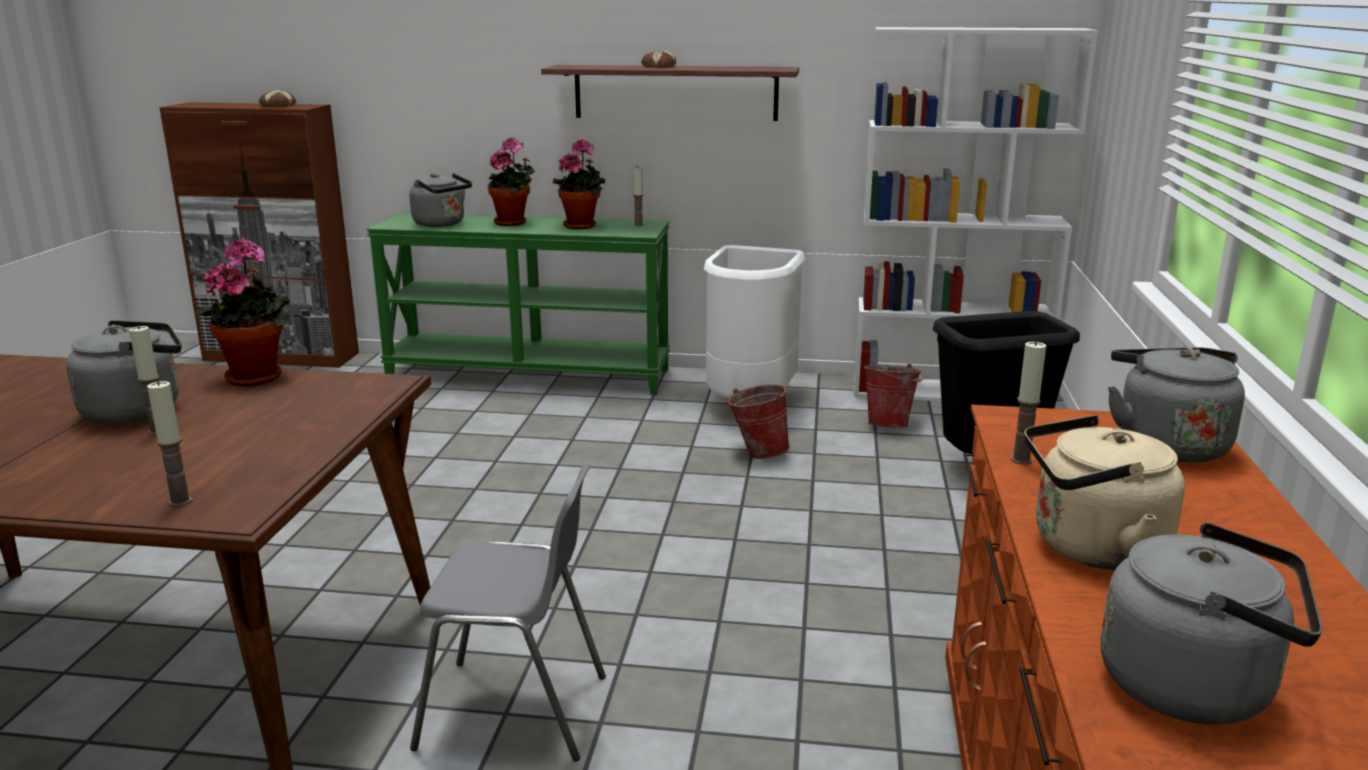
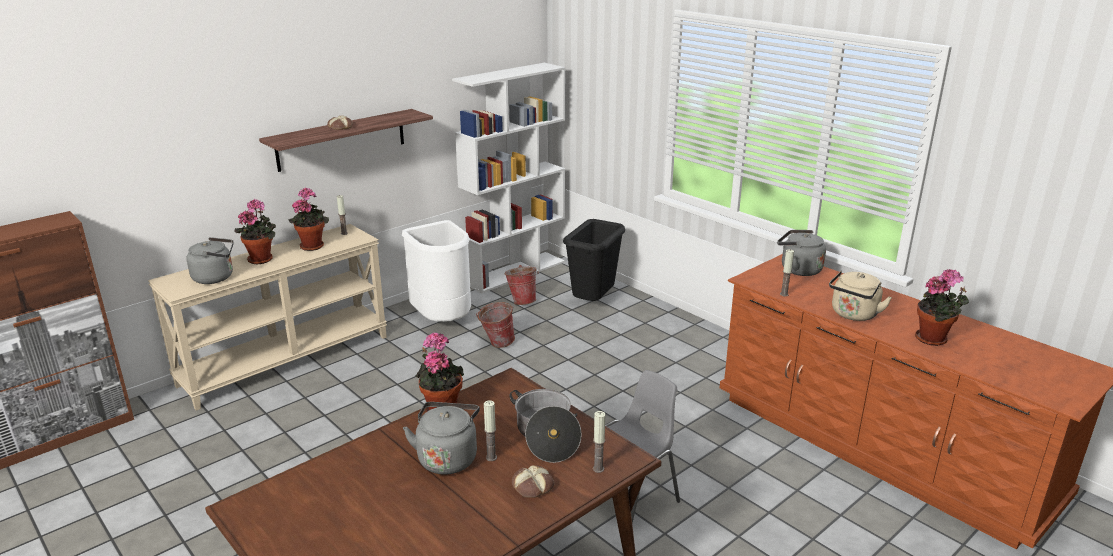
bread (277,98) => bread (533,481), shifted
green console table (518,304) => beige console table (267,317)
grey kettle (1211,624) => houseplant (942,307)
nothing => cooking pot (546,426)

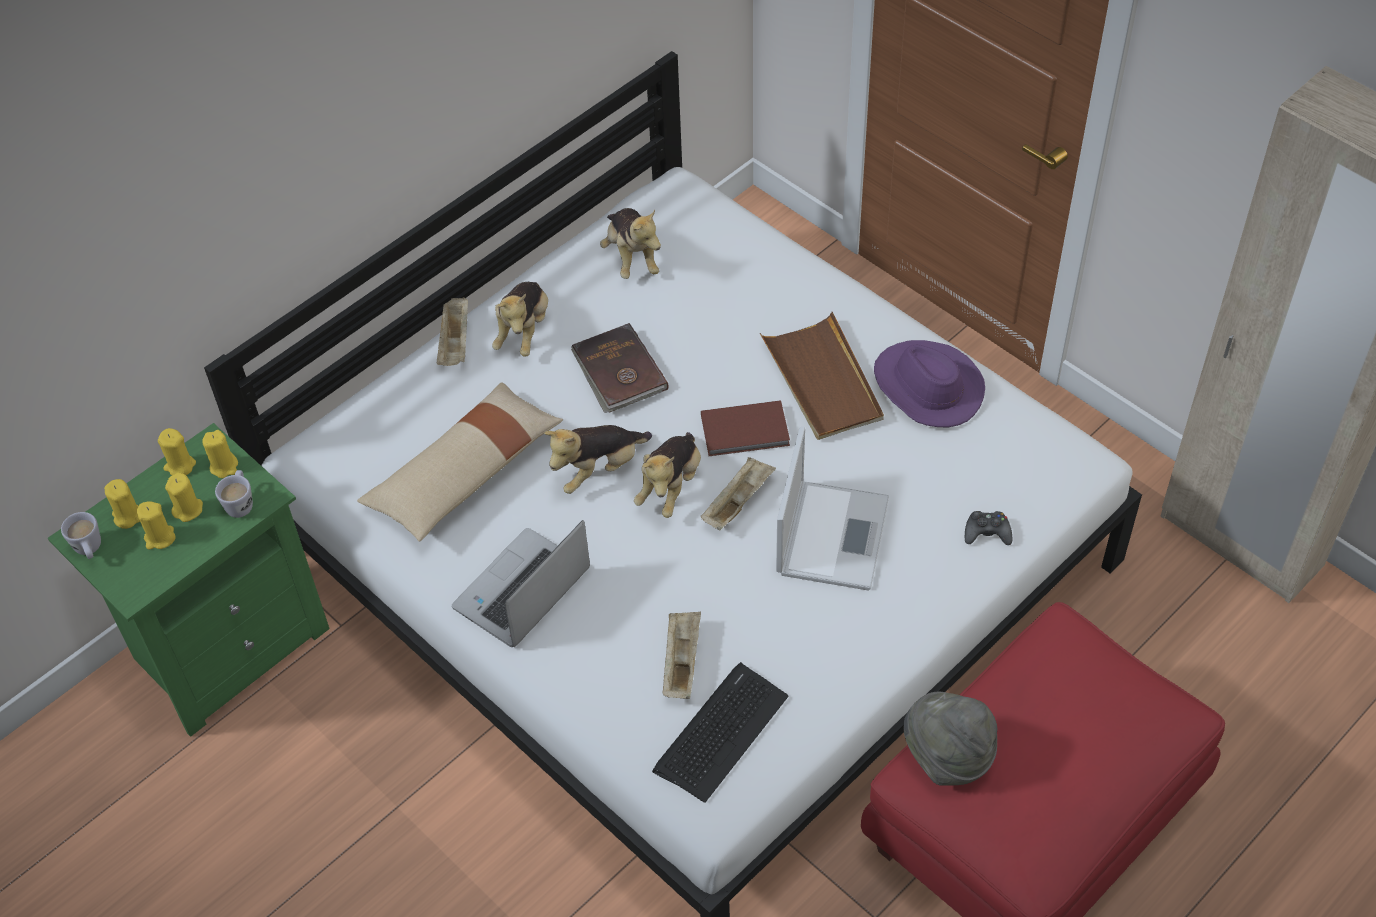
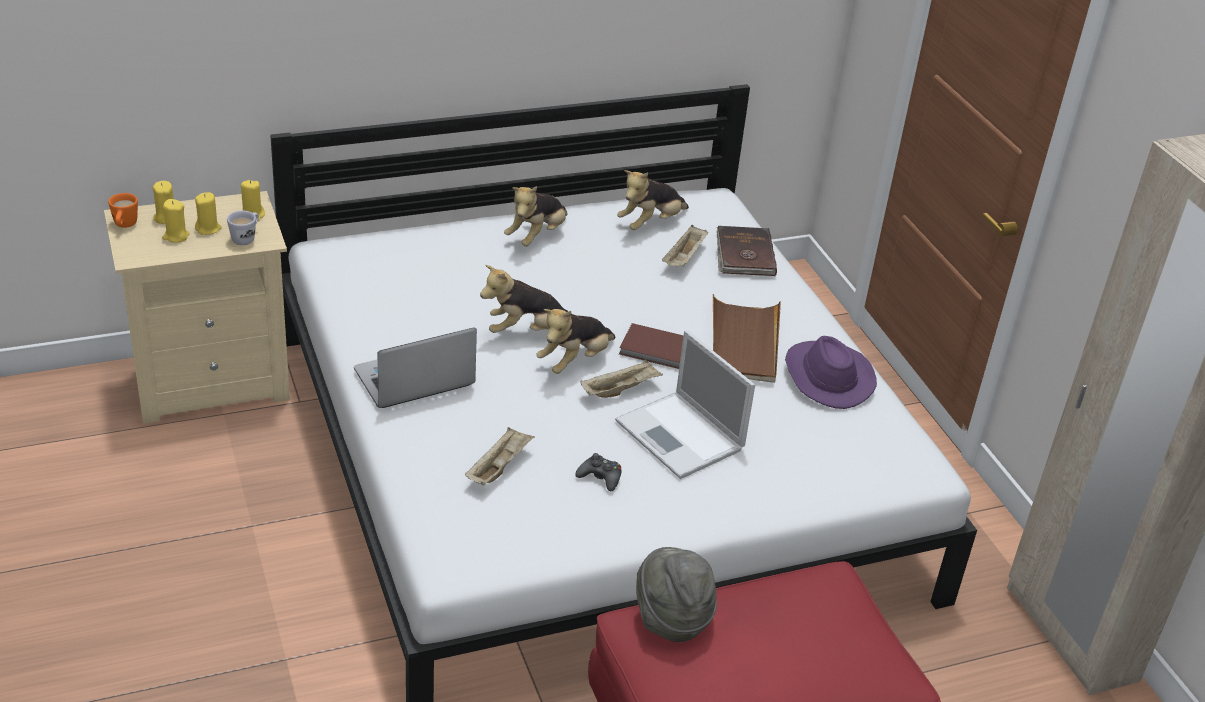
soft toy (630,243) => soft toy (653,200), 45 degrees clockwise
beige carrying tray (452,331) => beige carrying tray (685,246), shifted
brown-coloured volume (620,368) => brown-coloured volume (747,251), shifted
beige throw pillow (460,462) => nothing
green nightstand (189,580) => beige nightstand (197,307)
portable computer (832,509) => portable computer (685,404), 105 degrees clockwise
yellow wax light (177,451) => nothing
black-coloured game controller (989,528) => black-coloured game controller (598,472), shifted
white-coloured mug (81,535) => orange mug (123,210)
keyboard (720,732) => nothing

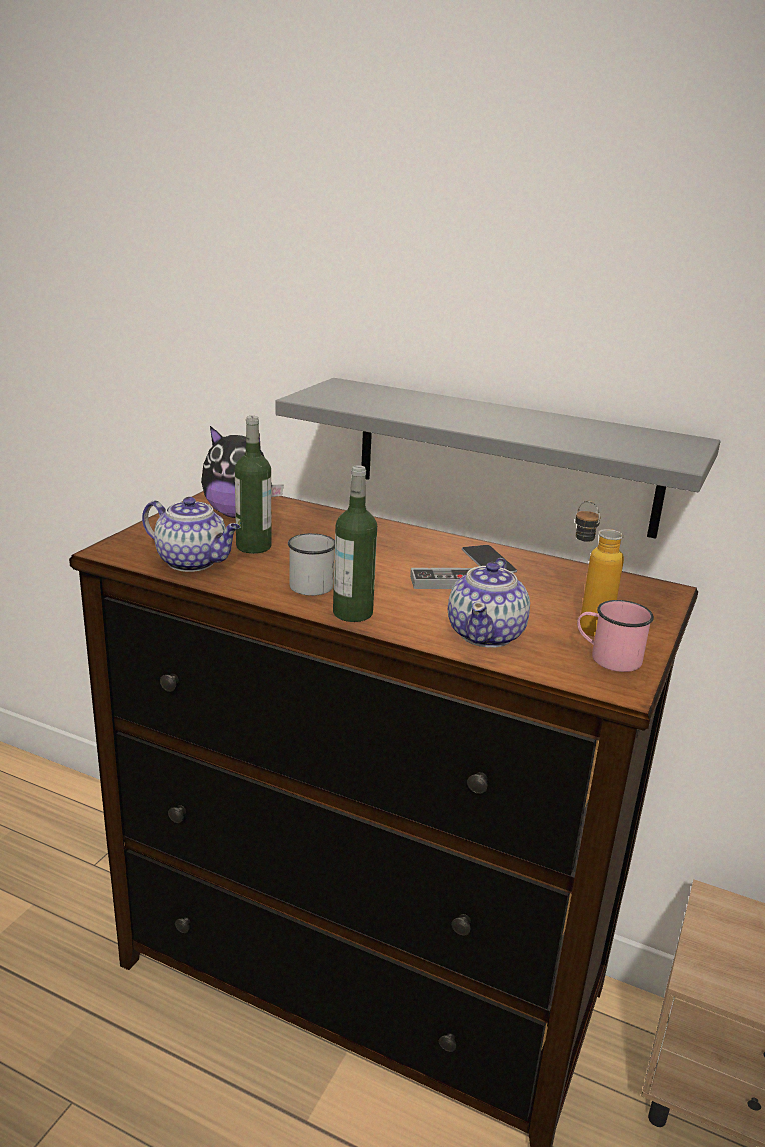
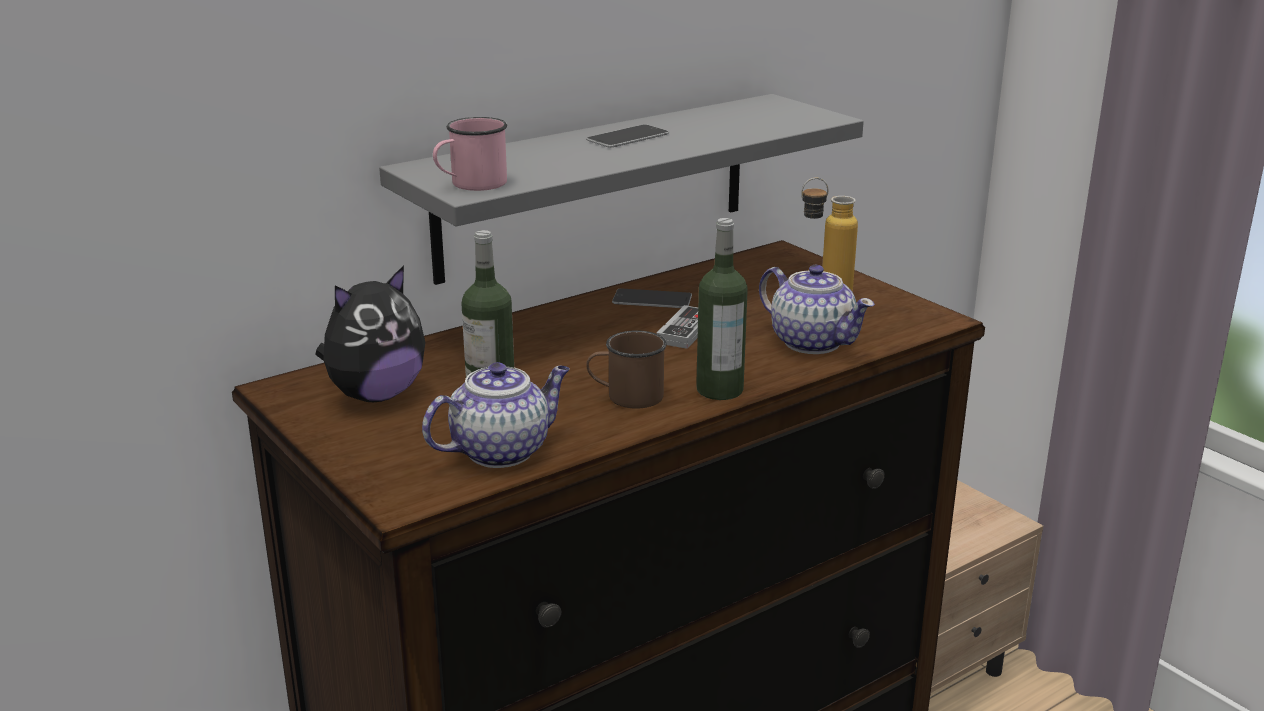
white-coloured mug (311,564) => brown-coloured mug (627,370)
pinkish mug (615,636) => pinkish mug (470,154), shifted
nothing => handset (627,136)

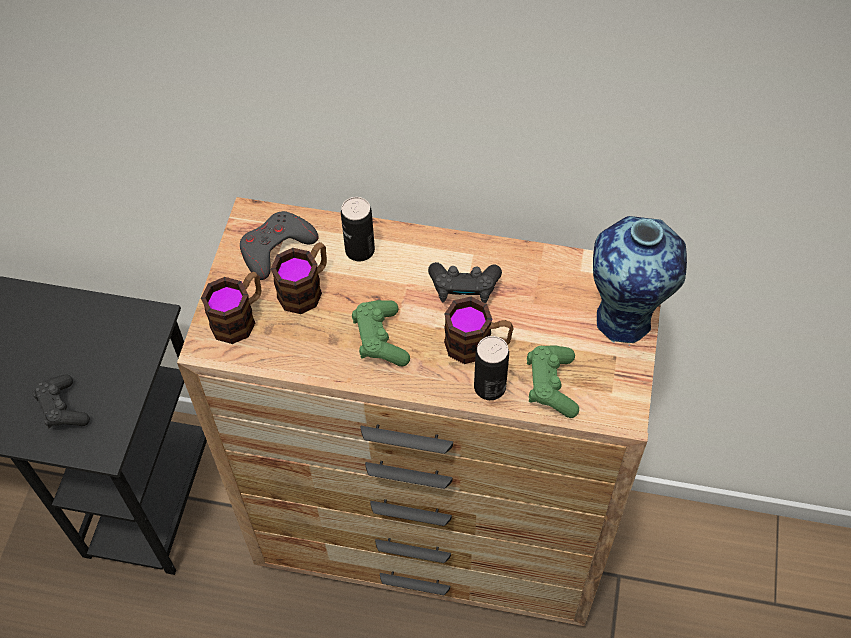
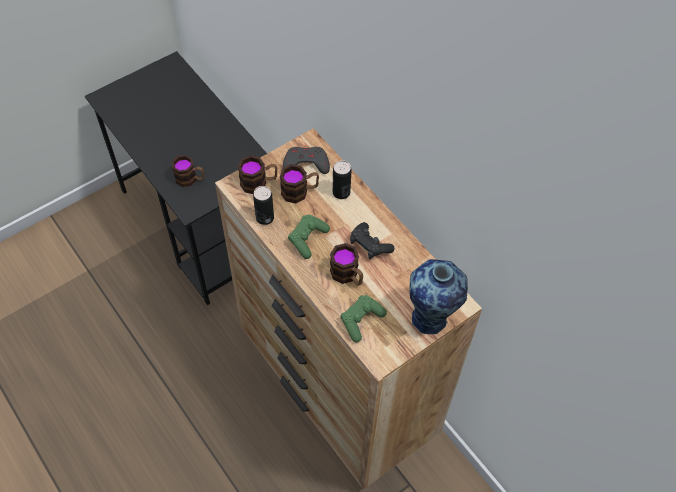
sealed can (491,368) => sealed can (263,205), shifted
black-coloured game controller (61,401) => mug (188,171)

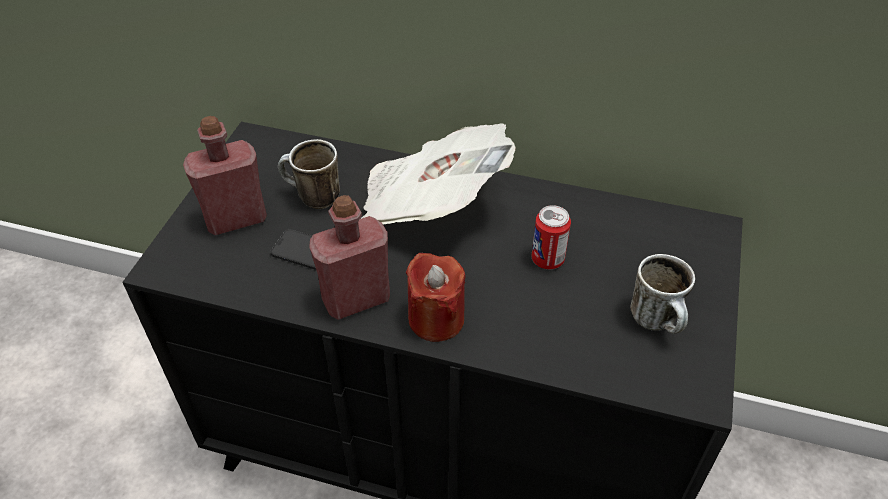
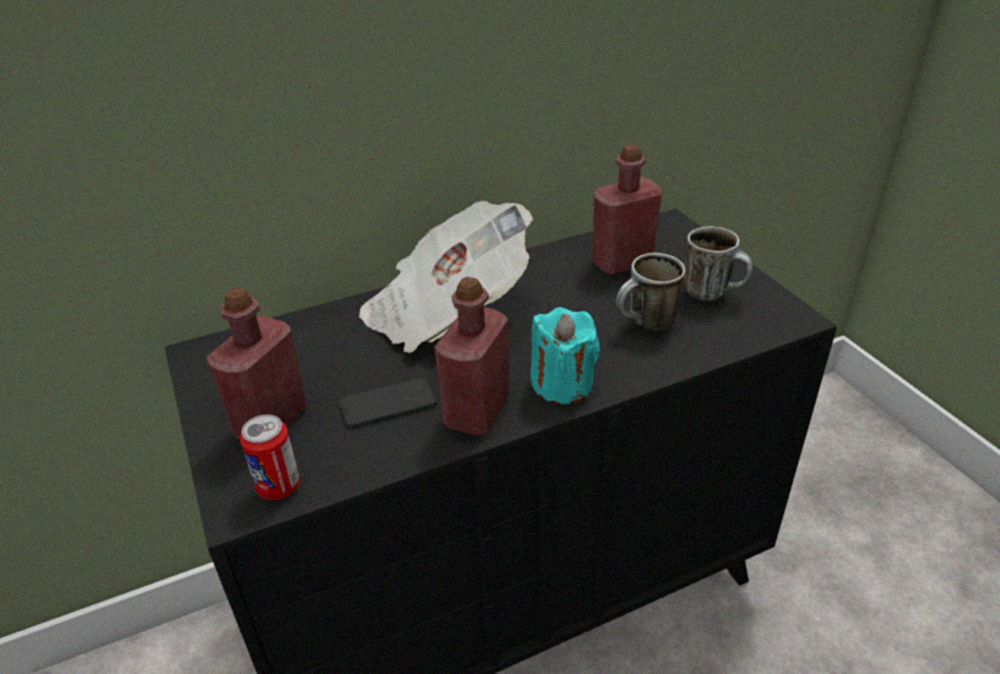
mug (309,174) => mug (651,292), shifted
sealed can (551,237) => sealed can (270,457), shifted
reddish wax light (435,297) => blue-green wax light (565,355)
nothing => reddish drink bottle (627,210)

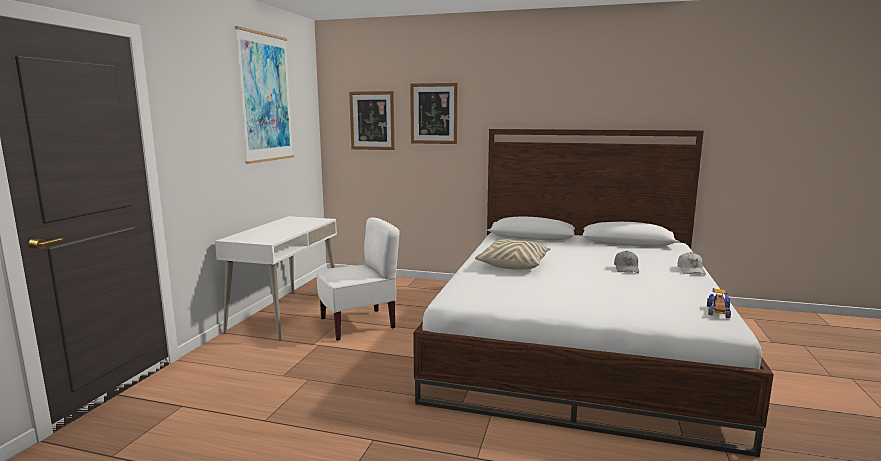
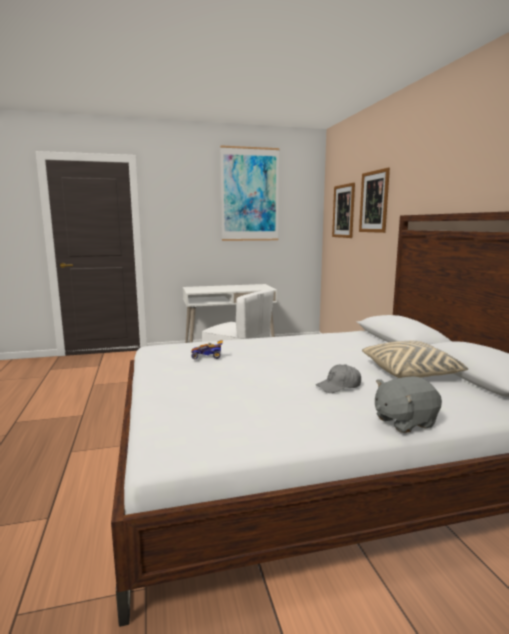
beige throw pillow (512,254) => beige throw pillow (415,359), shifted
white-coloured cap (692,263) => grey soft toy (408,405)
model car (719,303) => model car (207,350), shifted

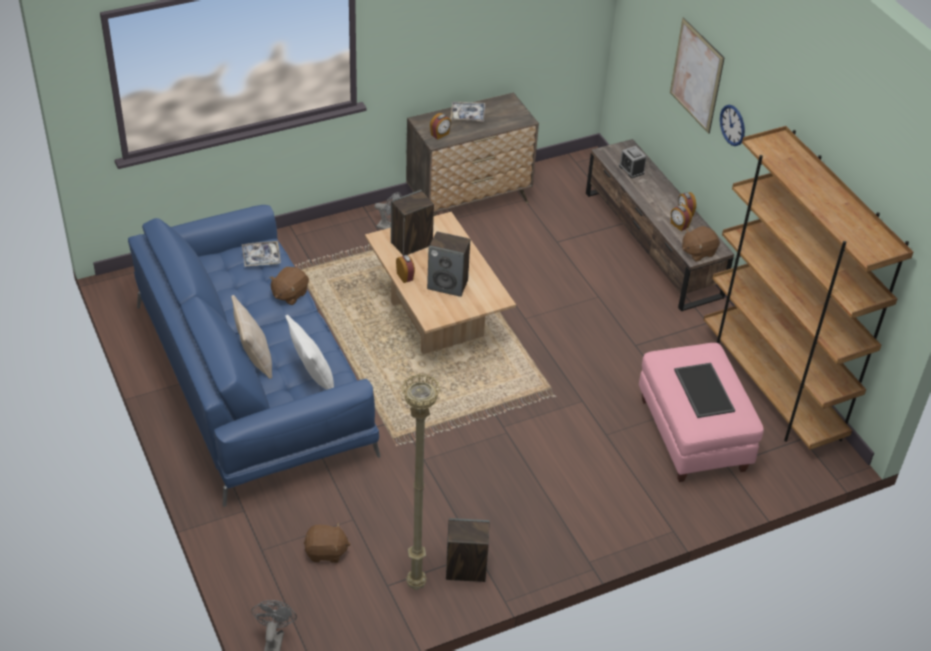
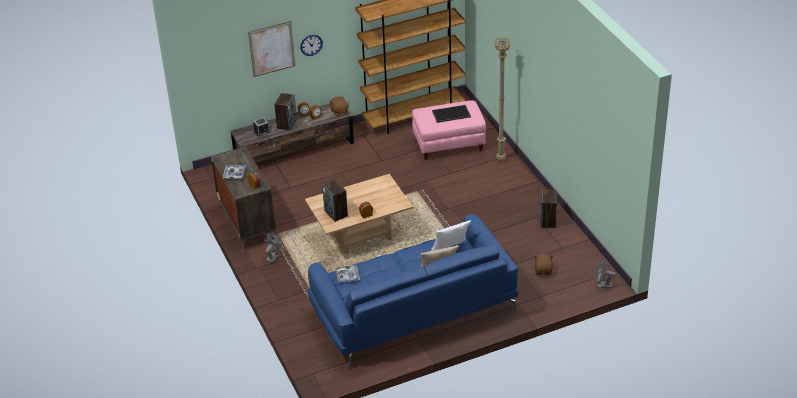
speaker (448,264) => speaker (285,112), shifted
brown-coloured soft toy (289,286) => nothing
beige standard lamp (421,482) => beige standard lamp (502,99), shifted

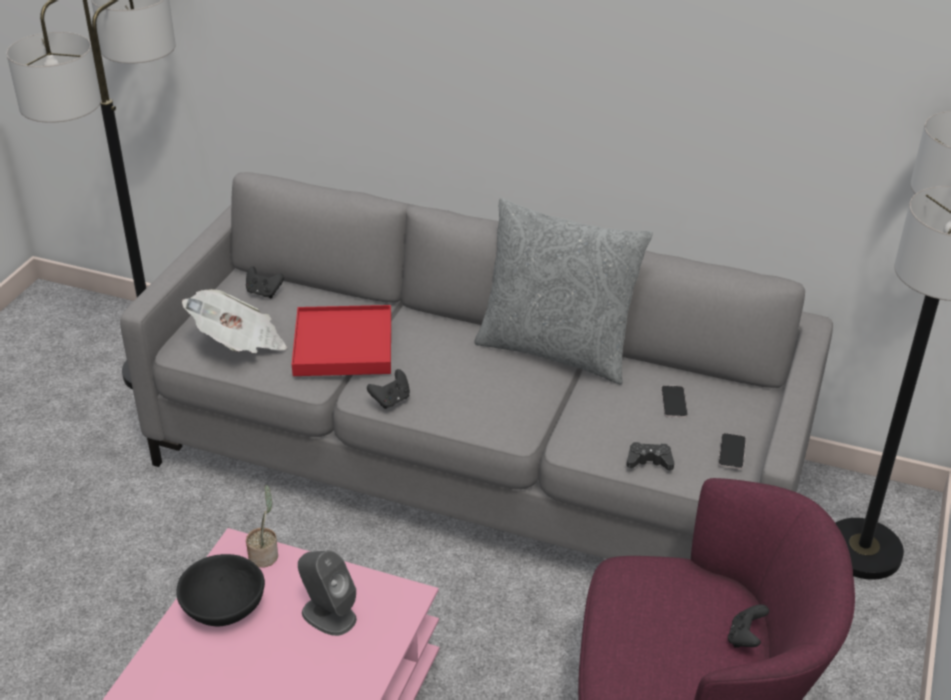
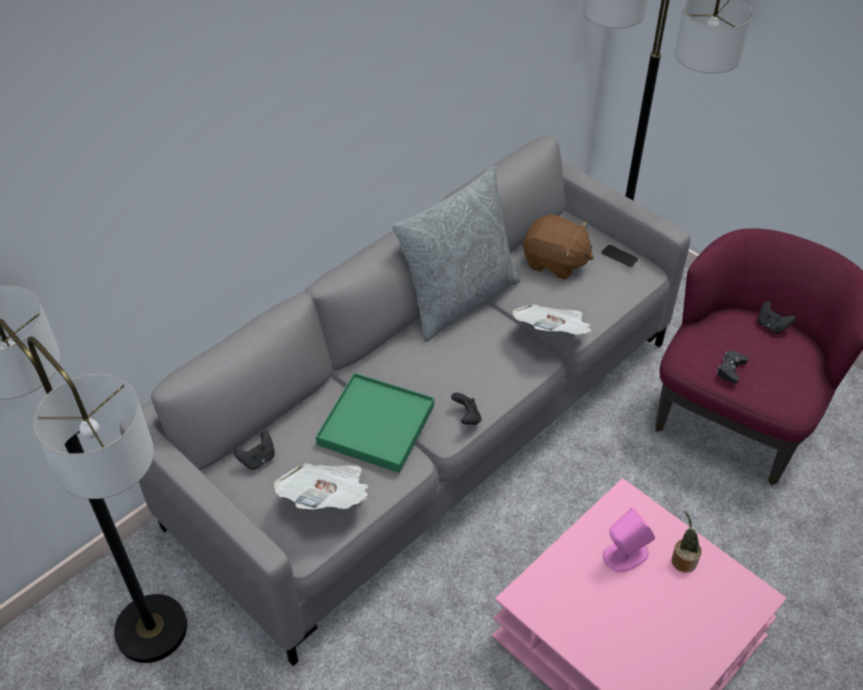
reddish carrying tray (341,340) => green carrying tray (375,423)
handset (674,402) => brown-coloured soft toy (558,247)
black-coloured game controller (650,456) => black-coloured game controller (732,367), shifted
houseplant (262,526) => houseplant (687,541), shifted
grey speaker (327,593) => pinkish speaker (629,540)
black-coloured serving bowl (220,590) => nothing
nothing => printed paper (552,319)

